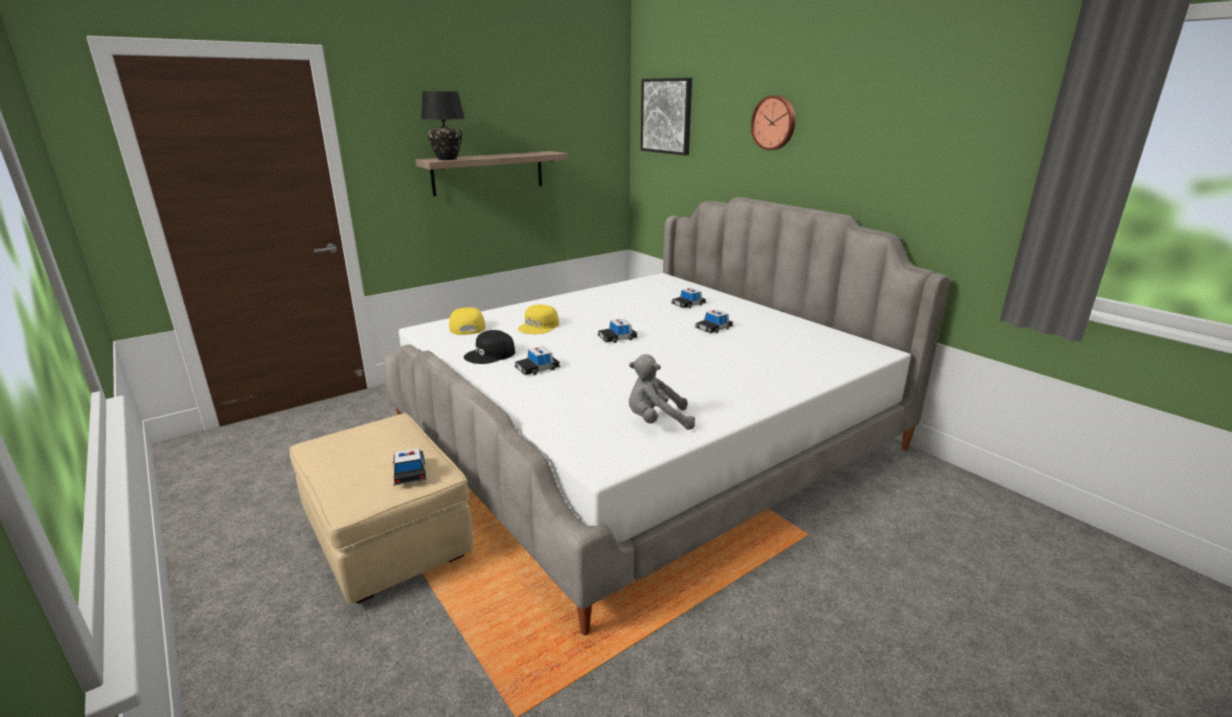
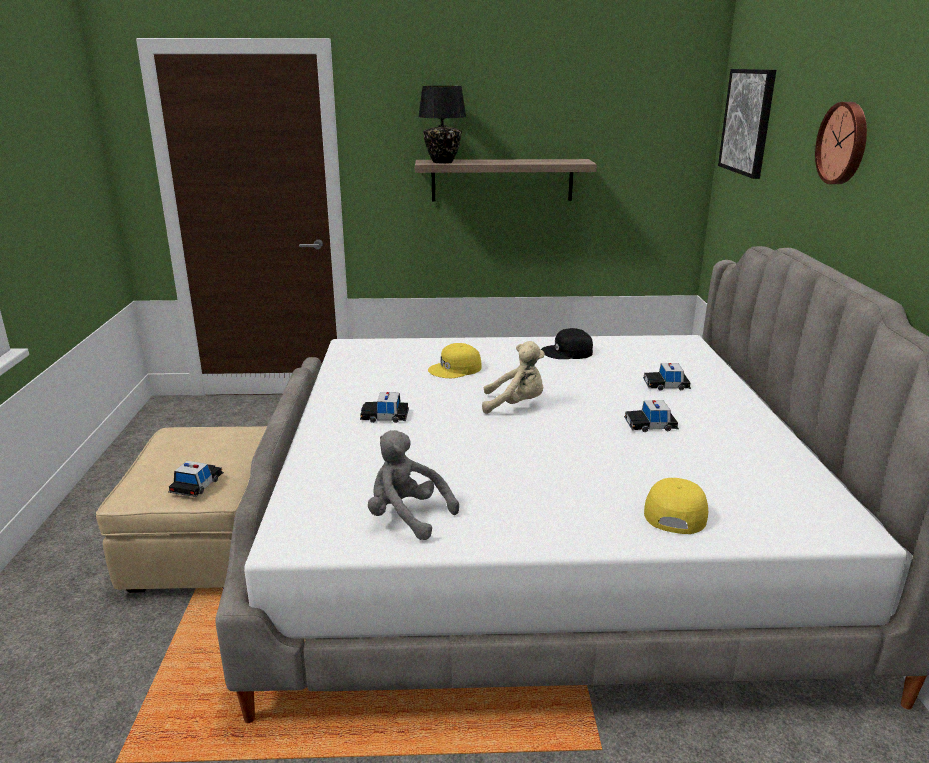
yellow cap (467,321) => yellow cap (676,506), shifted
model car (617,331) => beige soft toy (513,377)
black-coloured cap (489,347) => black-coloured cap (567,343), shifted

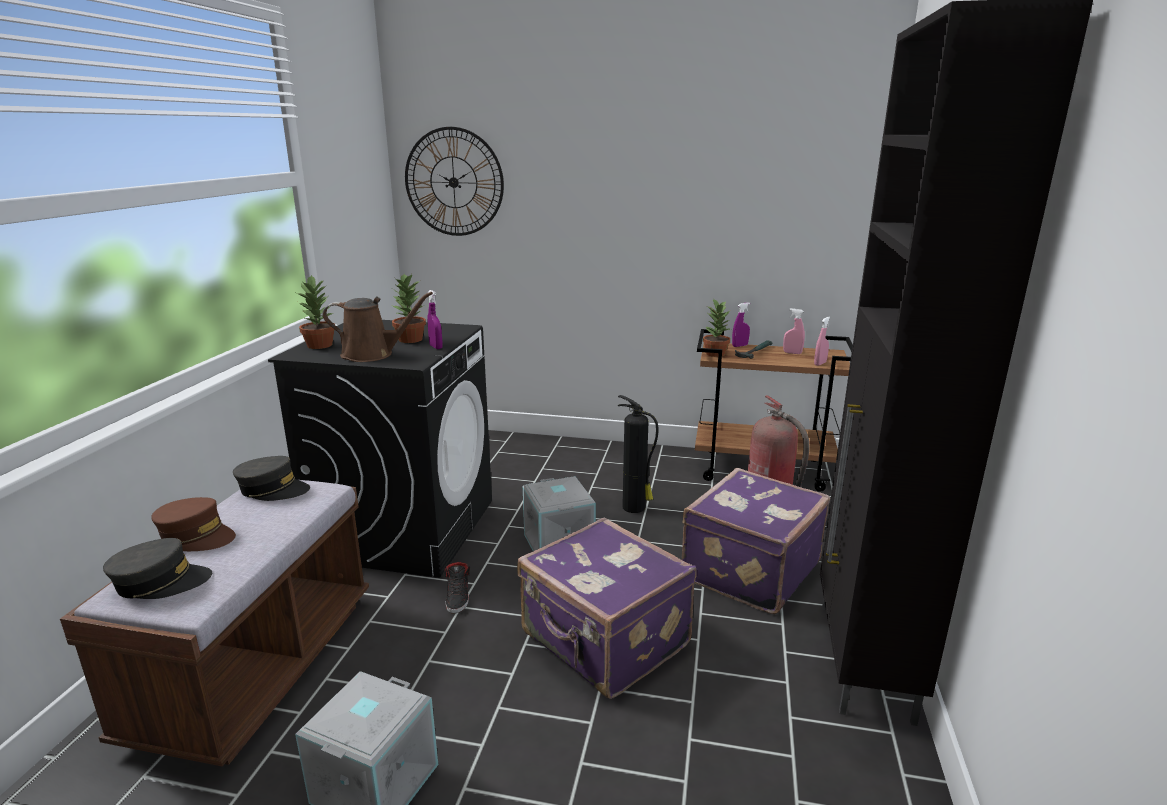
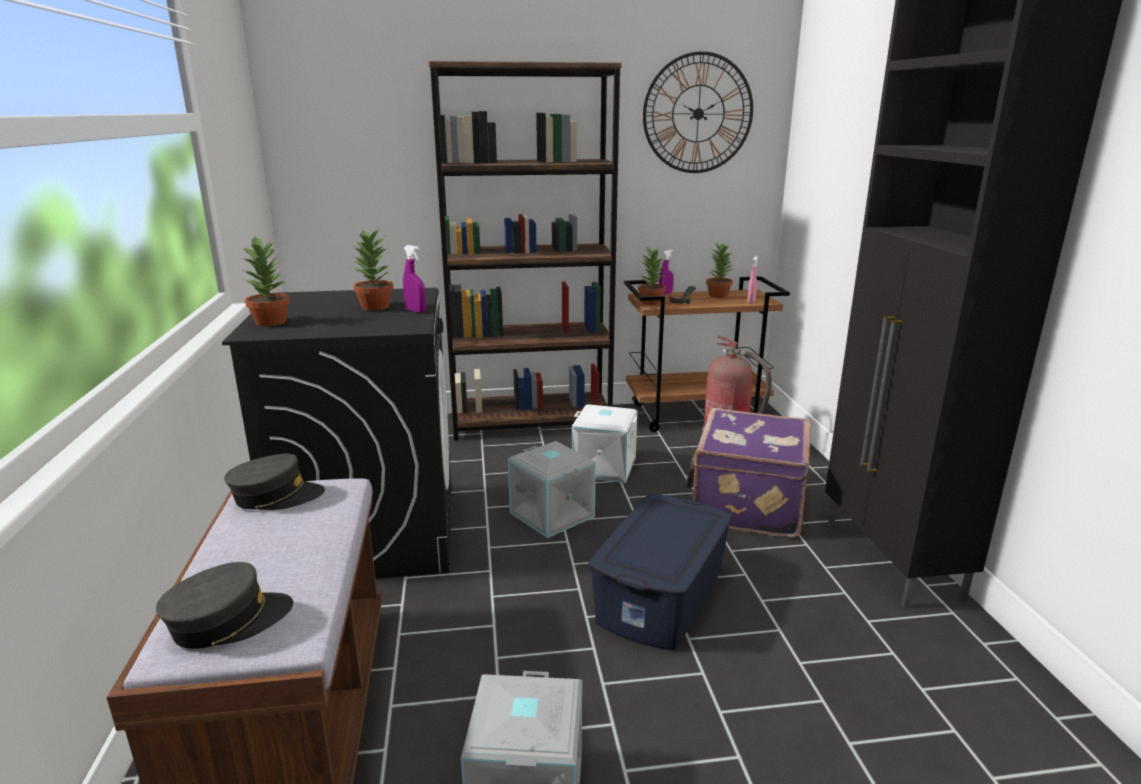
wall clock (454,181) => wall clock (698,112), shifted
brown-coloured watering can (377,327) => nothing
pinkish hand sprayer (794,331) => houseplant (720,270)
fire extinguisher (638,454) => white-coloured storage box (604,443)
brown-coloured cap (193,524) => nothing
purple piece of luggage (606,608) => bluish storage box (660,572)
black-coloured shoe (456,587) => nothing
nothing => brown-coloured shelving unit (525,251)

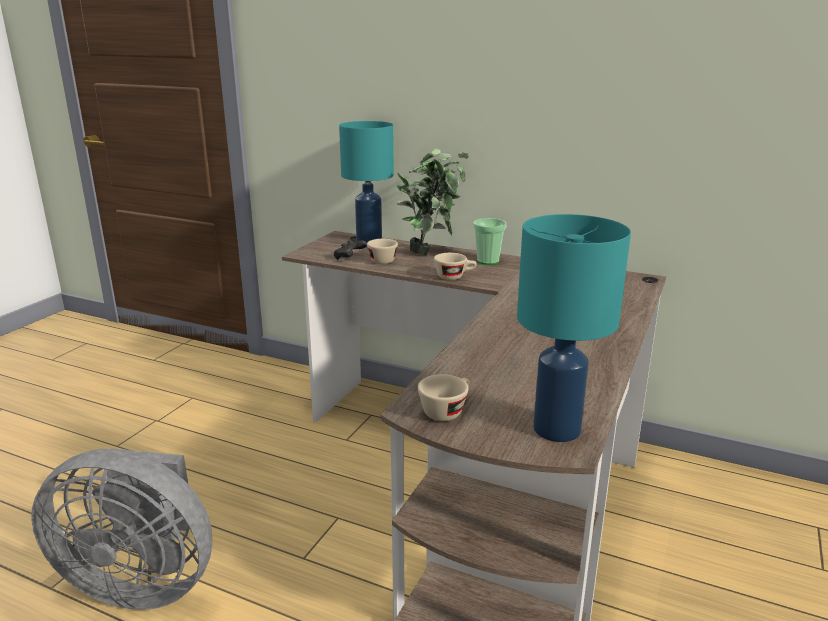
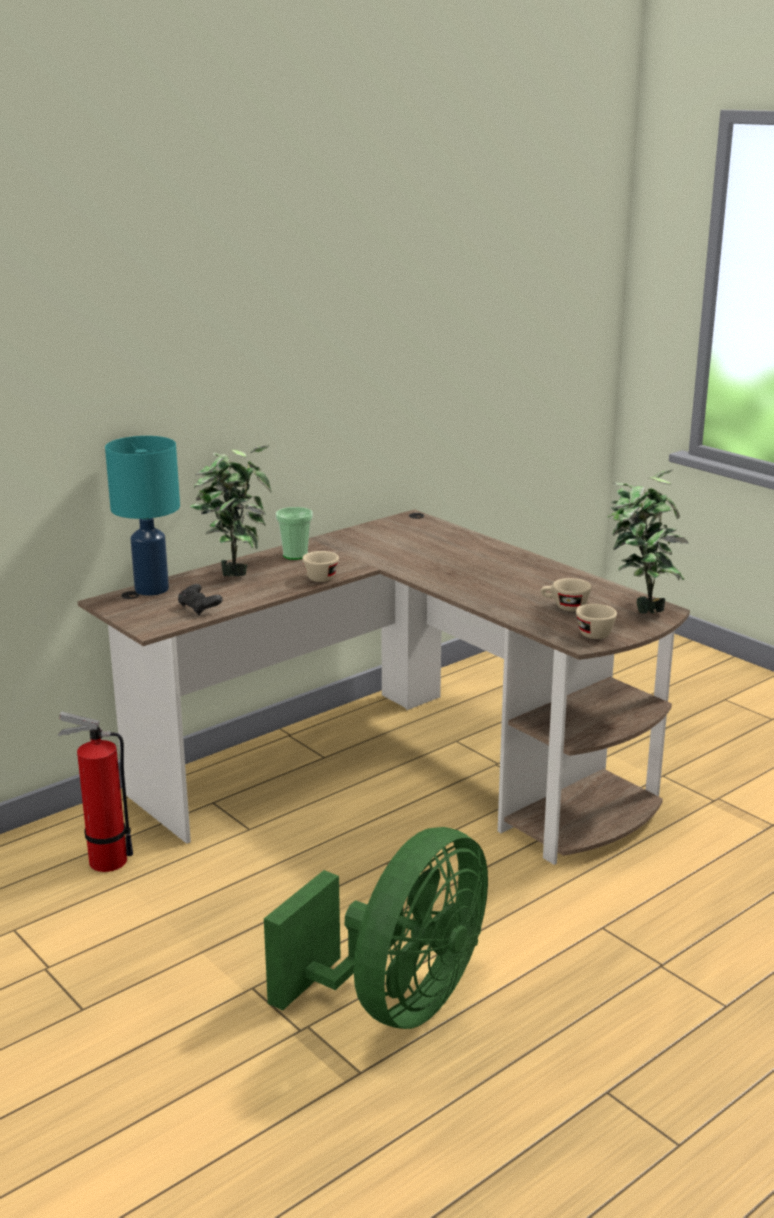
blue-green tabletop lamp (574,328) => houseplant (648,542)
beige drinking cup (382,251) => beige drinking cup (566,594), shifted
grey electric fan (121,529) => green electric fan (376,928)
nothing => fire extinguisher (95,792)

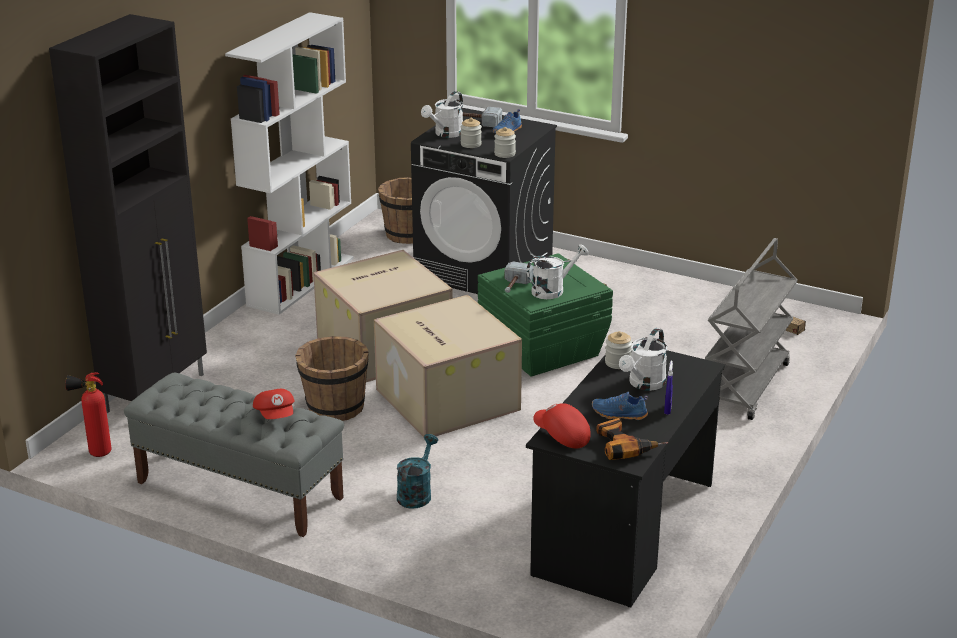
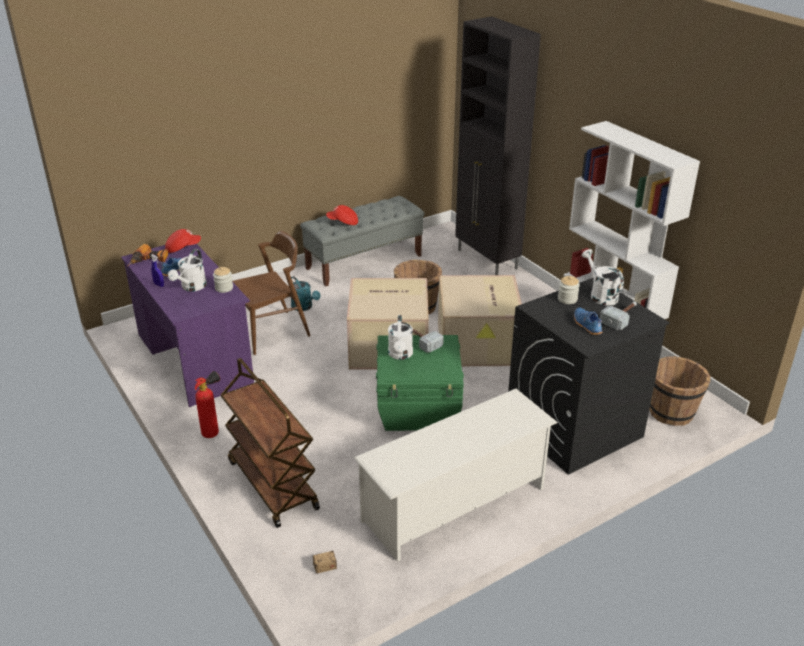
preserve jar (505,142) => nothing
grey wheeled cart (751,329) => brown-coloured wheeled cart (270,443)
white-coloured watering can (643,359) => white-coloured watering can (187,270), 135 degrees counterclockwise
black-coloured desk (625,474) => purple desk (187,325)
fire extinguisher (88,414) => fire extinguisher (207,404), shifted
nothing => brown-coloured upright chair (271,293)
nothing => white-coloured shoe stand (456,475)

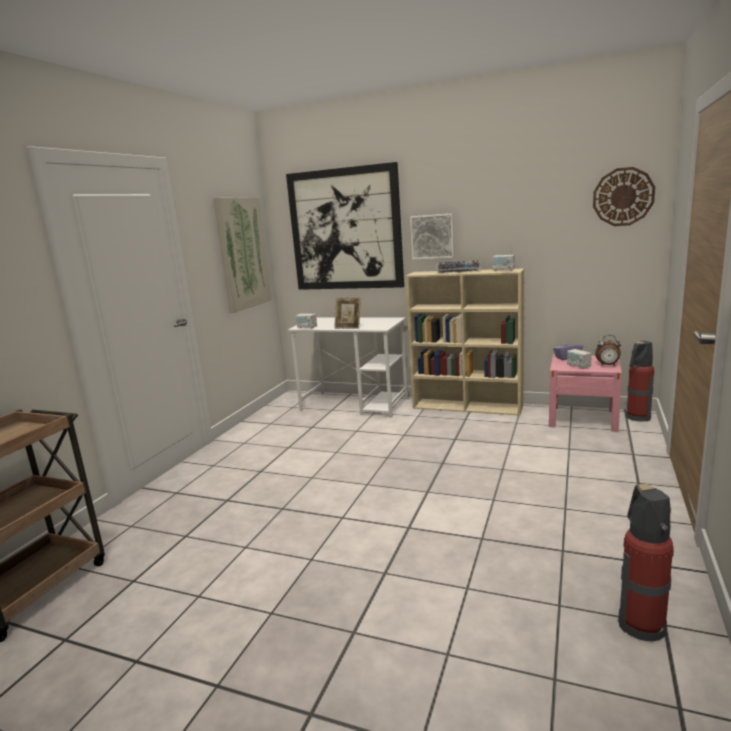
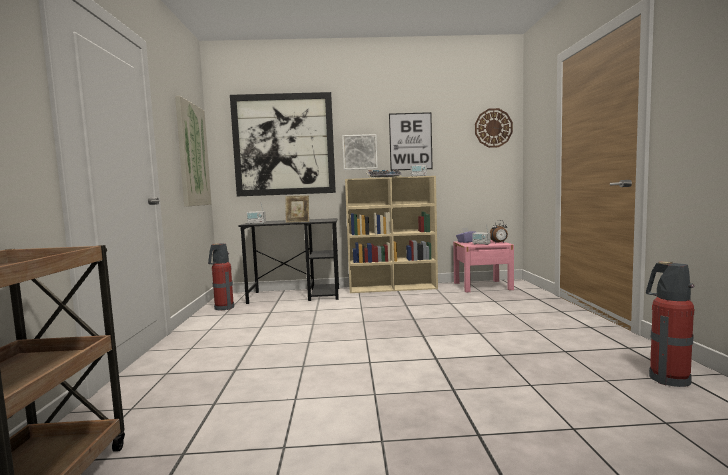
white-coloured desk (348,367) => black-coloured desk (289,261)
fire extinguisher (640,381) => fire extinguisher (221,276), shifted
nothing => wall picture (411,141)

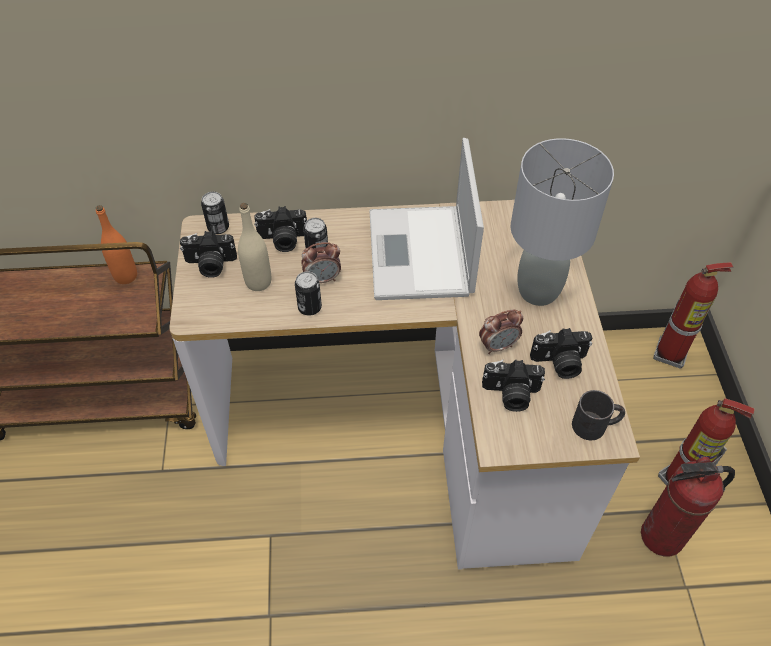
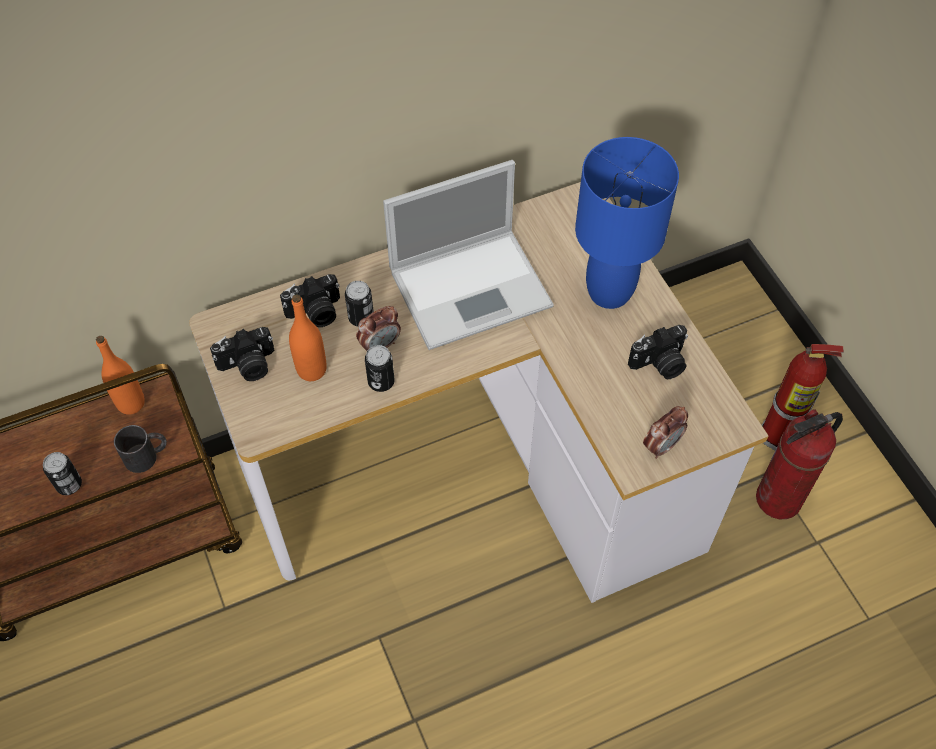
portable computer (426,219) => portable computer (468,255), 90 degrees counterclockwise
grey tabletop lamp (562,222) => bluish tabletop lamp (627,223)
sealed can (215,213) => sealed can (62,473), shifted
beige drink bottle (254,247) => orange drink bottle (308,337)
fire extinguisher (693,315) => nothing
bedside clock (501,331) => bedside clock (665,432), shifted
still camera (513,386) => nothing
black-coloured mug (598,415) => black-coloured mug (140,449), shifted

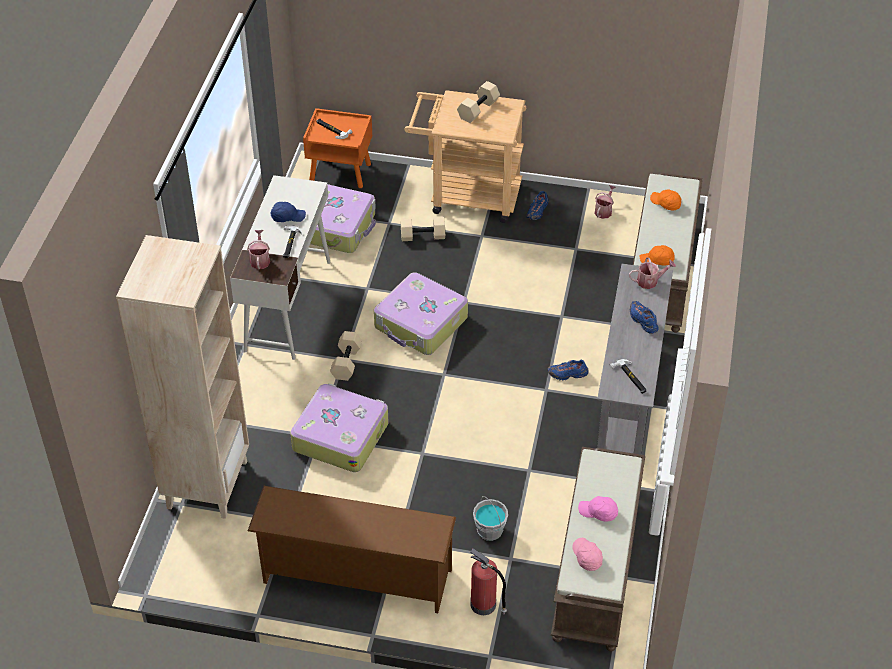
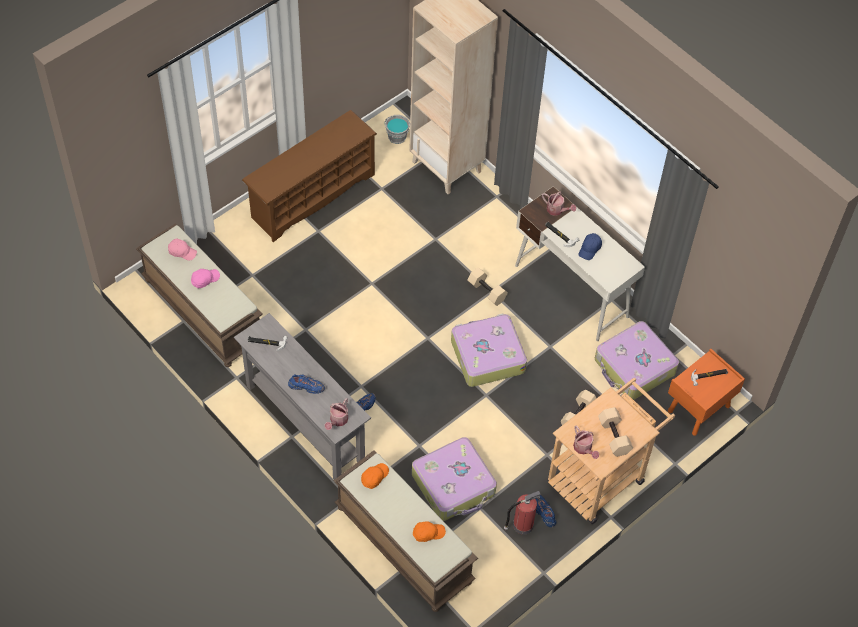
watering can (605,202) => watering can (586,442), shifted
piece of luggage (339,427) => piece of luggage (454,479), shifted
grey pail (490,518) => grey pail (397,129), shifted
fire extinguisher (488,581) => fire extinguisher (522,513), shifted

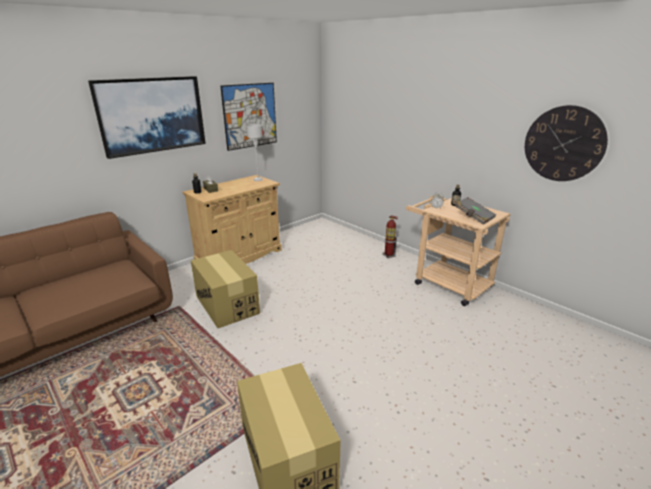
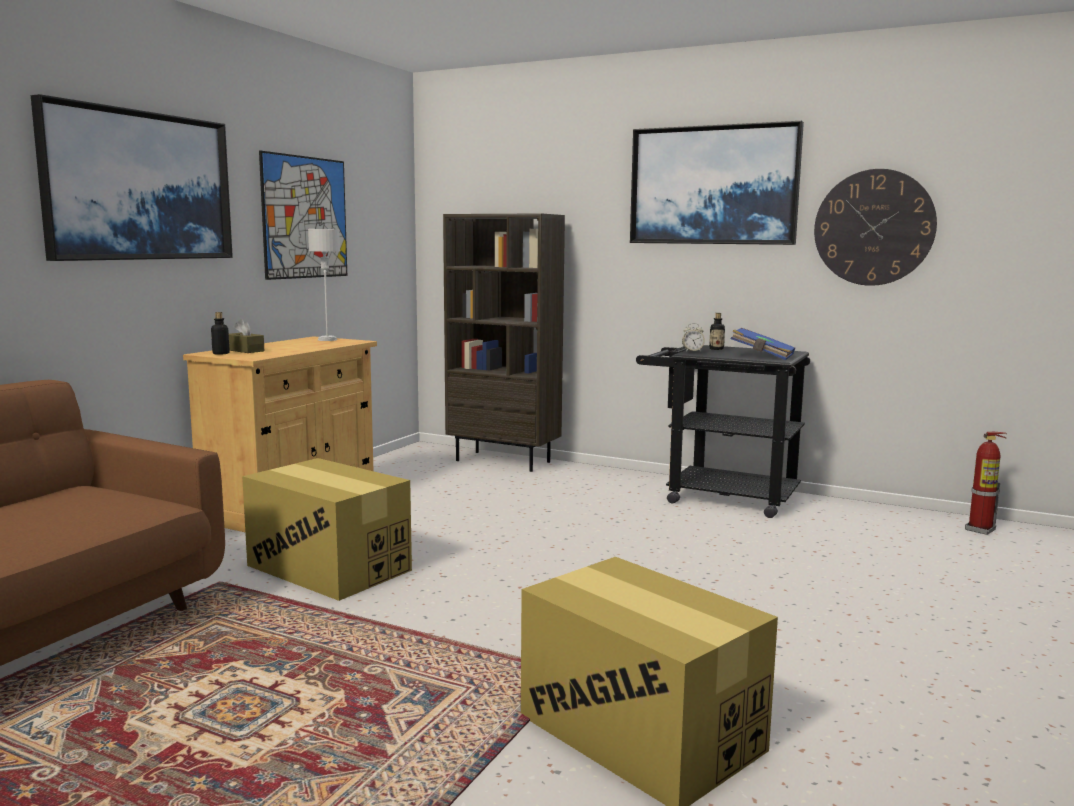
beige wheeled cart (458,251) => black-coloured wheeled cart (723,431)
grey volume (475,211) => bluish volume (763,344)
fire extinguisher (390,237) => fire extinguisher (986,483), shifted
nothing => wall picture (717,183)
nothing => brown-coloured shelving unit (504,342)

